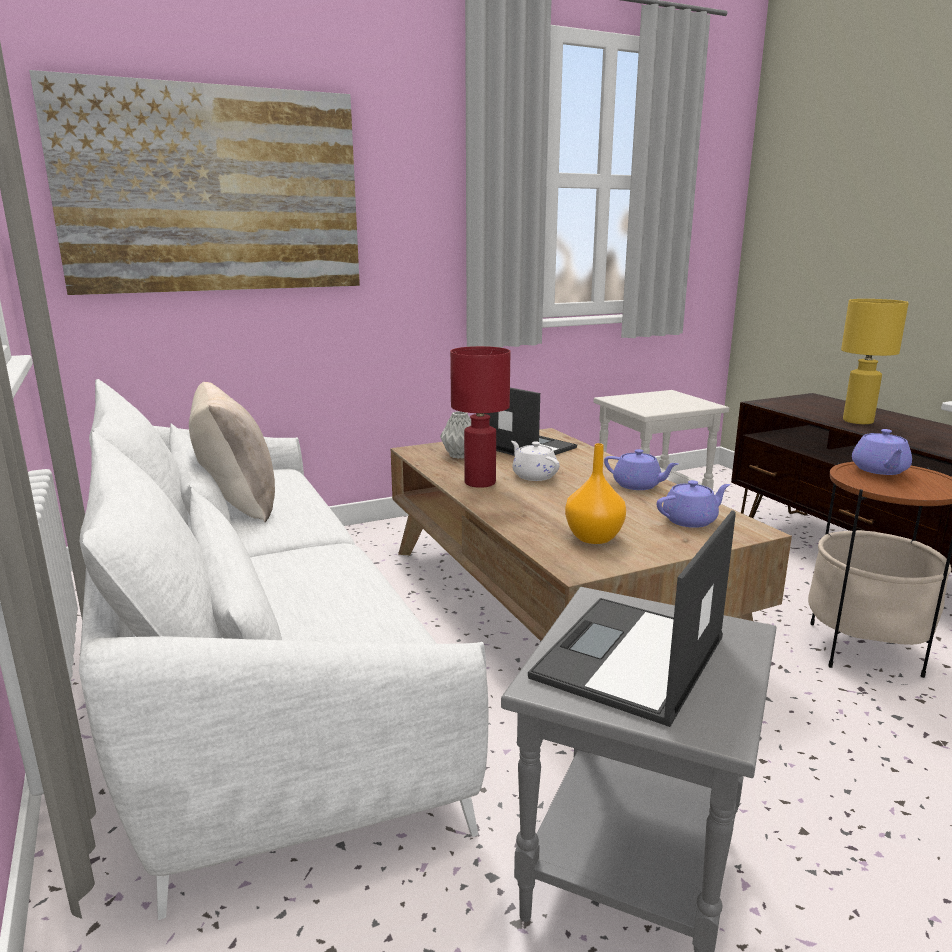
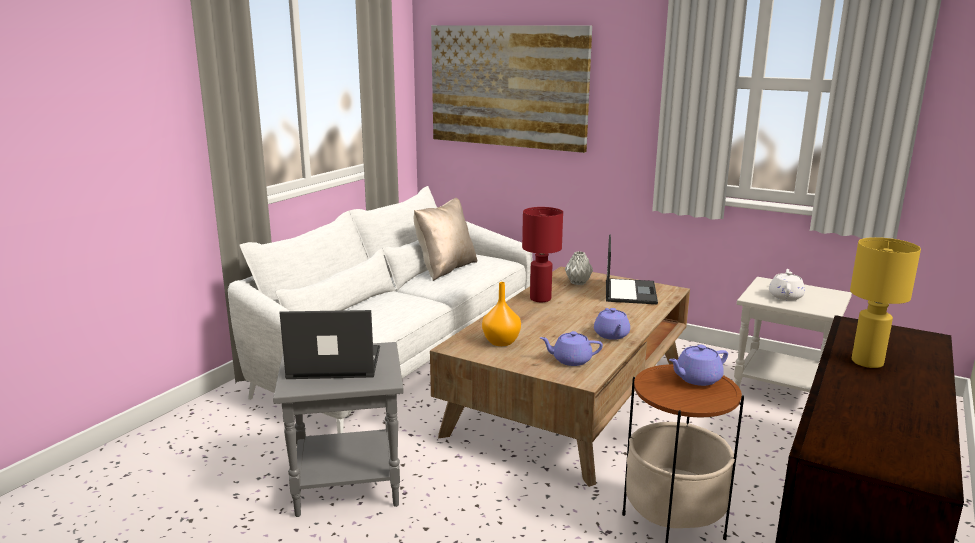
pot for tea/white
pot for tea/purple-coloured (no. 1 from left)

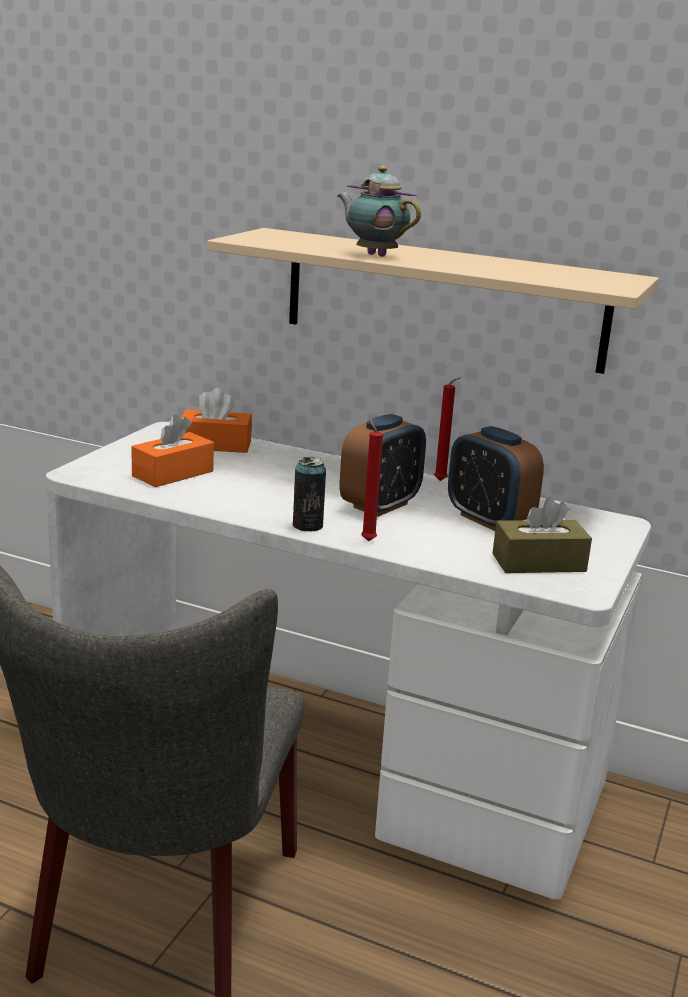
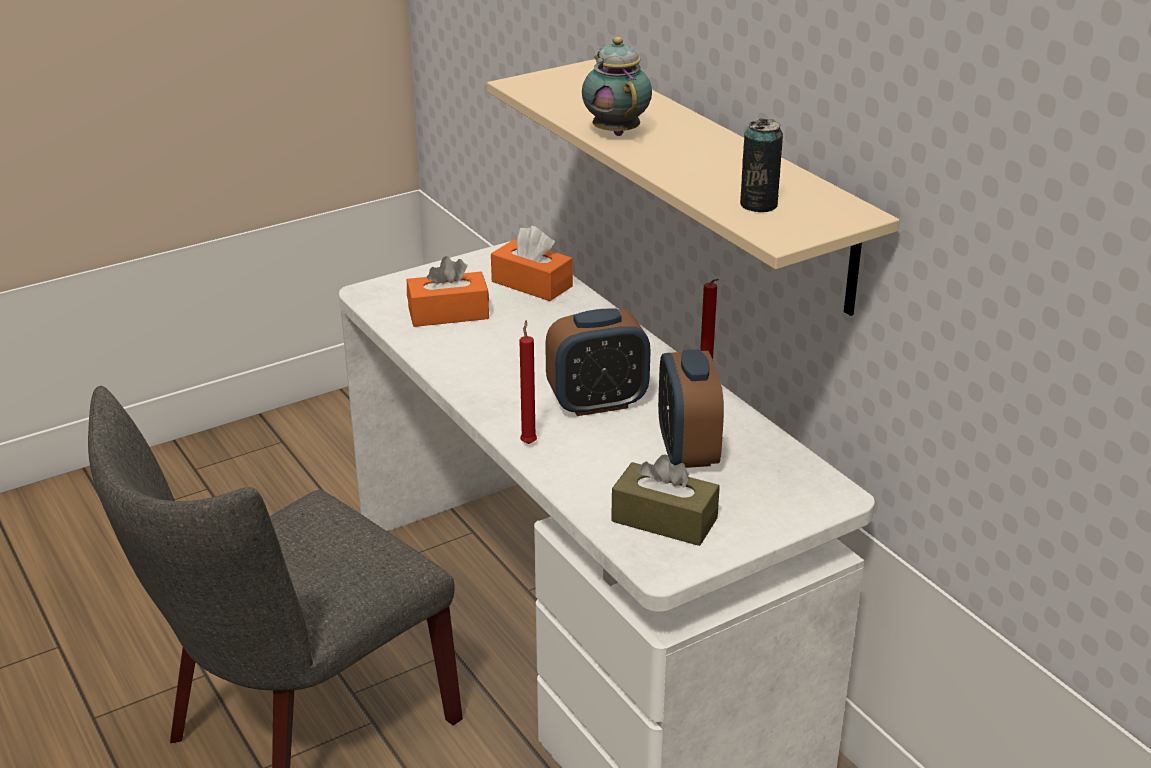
can

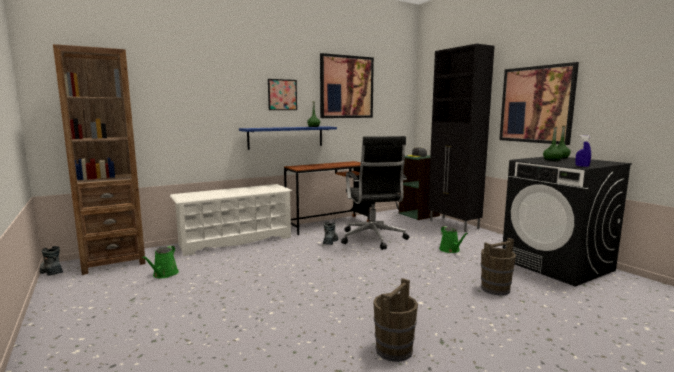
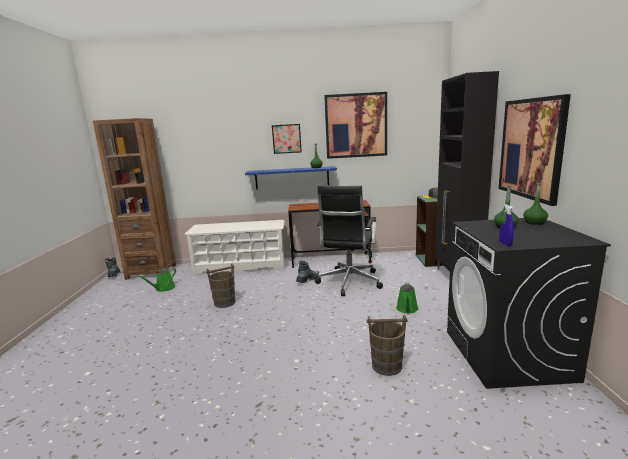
pail/brownish (no. 1 from left)

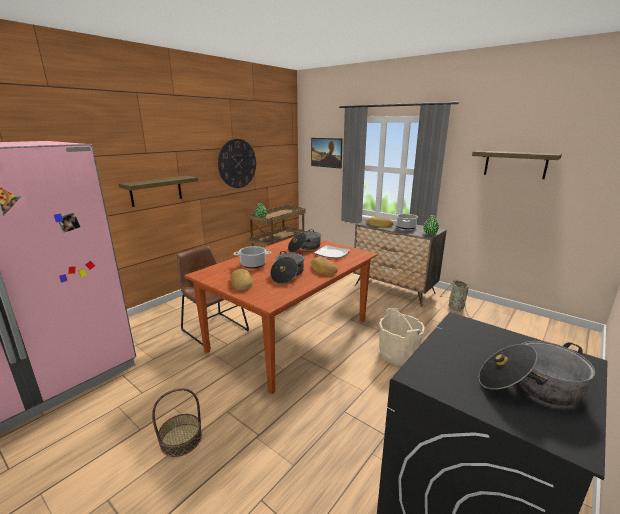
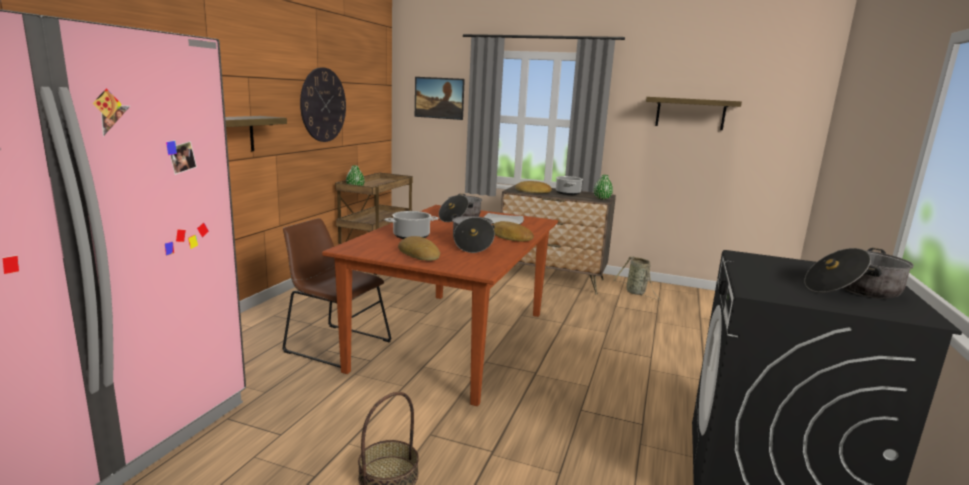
pail/sand-coloured

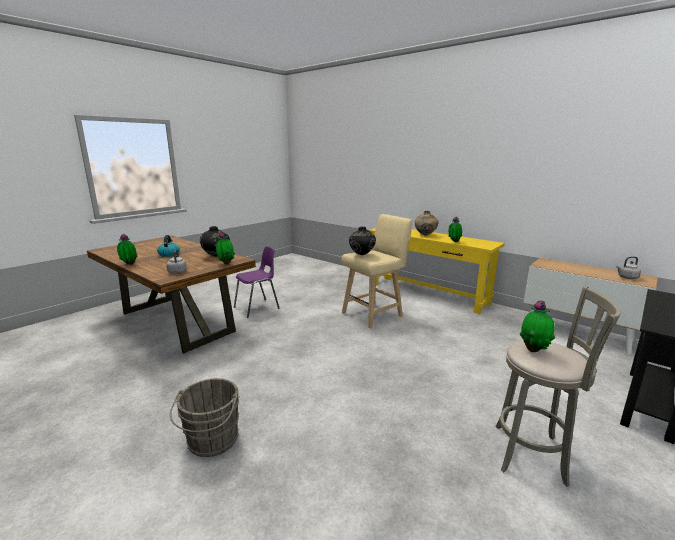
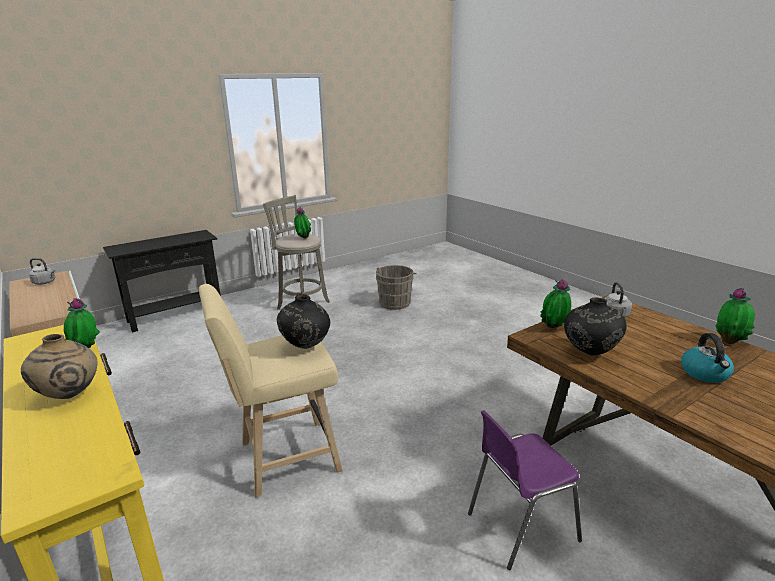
pail/greyish

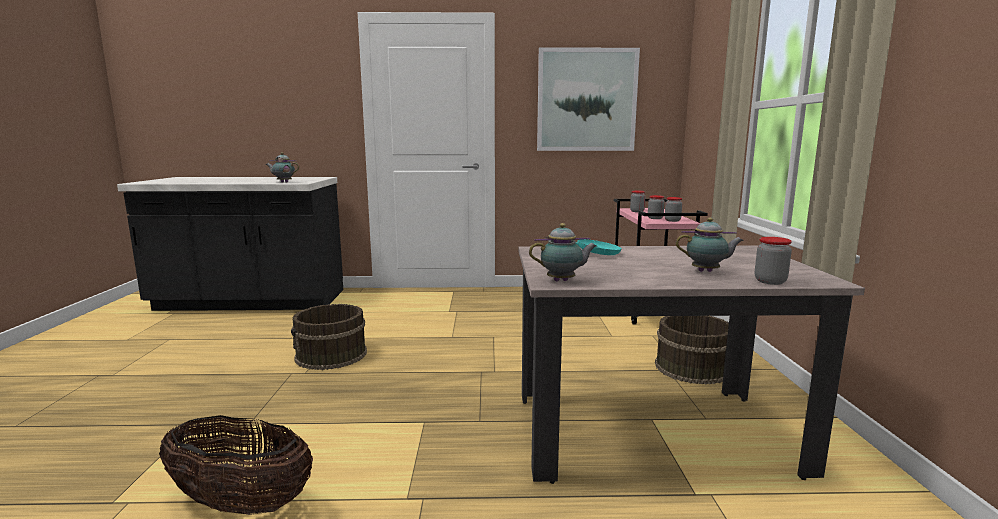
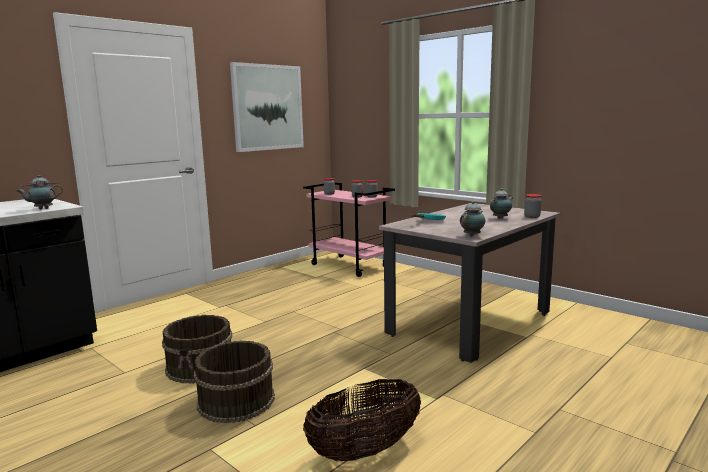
pail/brownish (no. 2 from left)

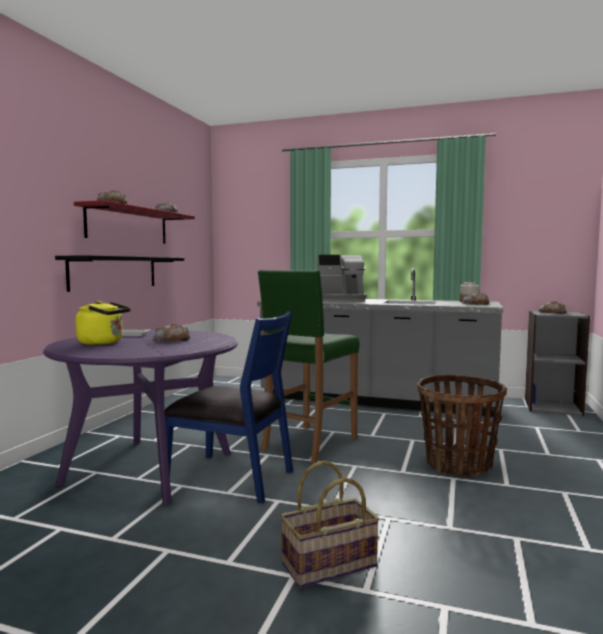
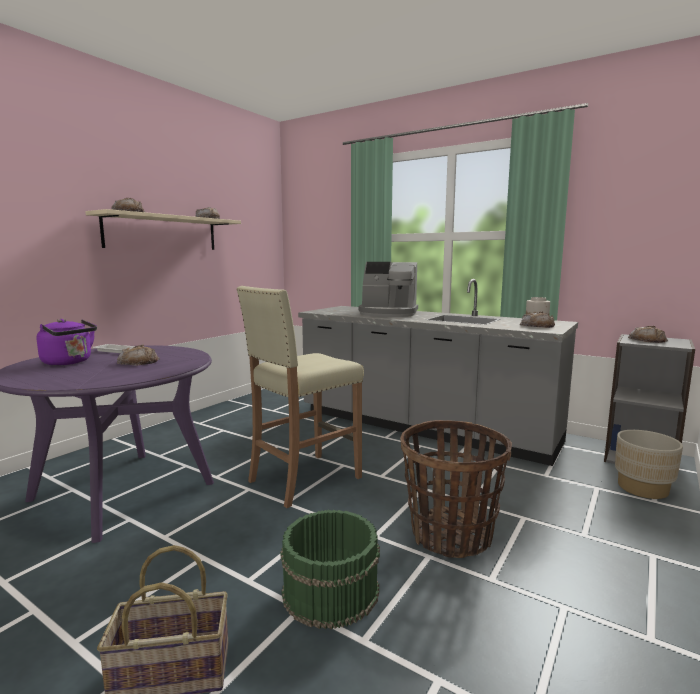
bracket shelf/black
bracket shelf/sand-coloured
kettle/purple-coloured
chair/bluish
stool seat/sand-coloured
pail/green
plant pot/sand-coloured

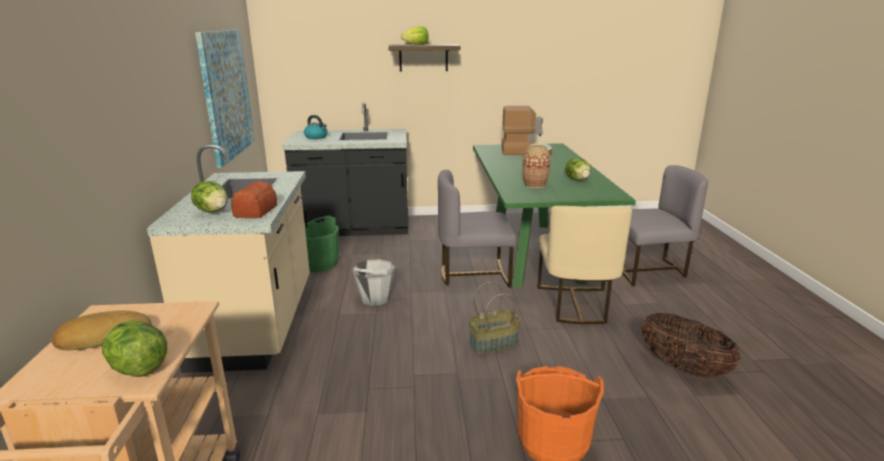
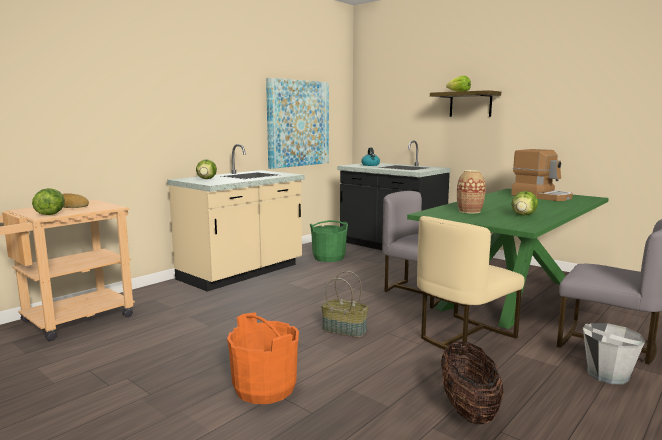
baked bread (no. 2 from left in the first image)
pail/greyish

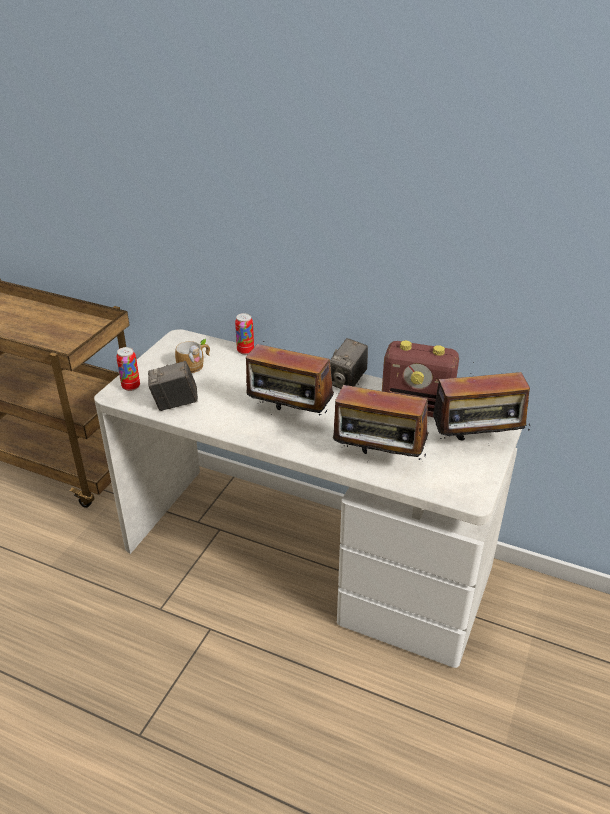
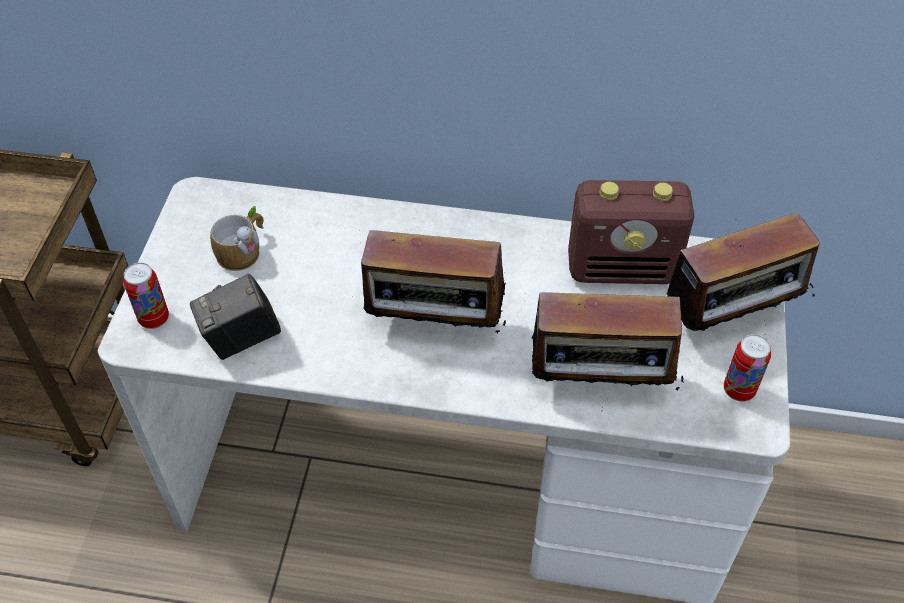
can (no. 2 from left)
still camera (no. 2 from left in the first image)

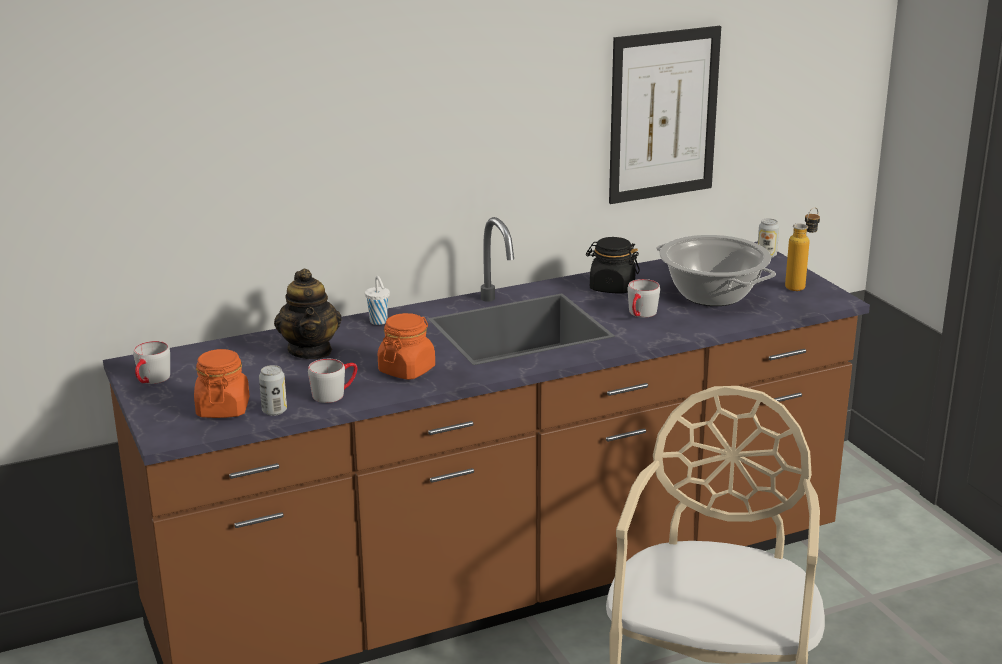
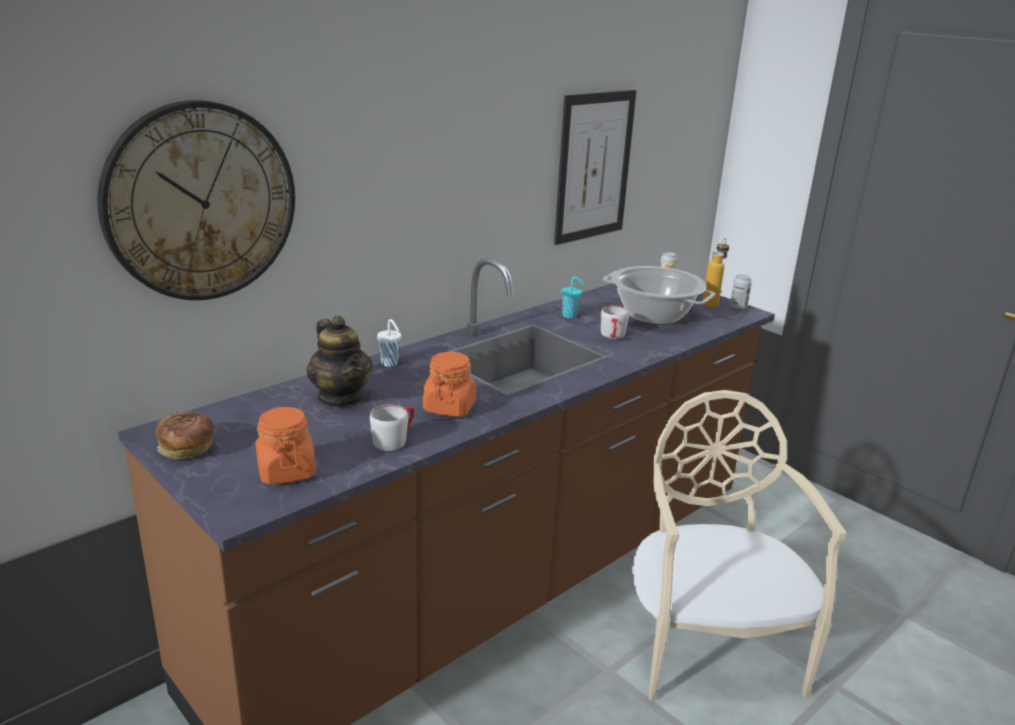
baked bread
can (no. 2 from left)
drinking cup/turquoise-coloured
wall clock

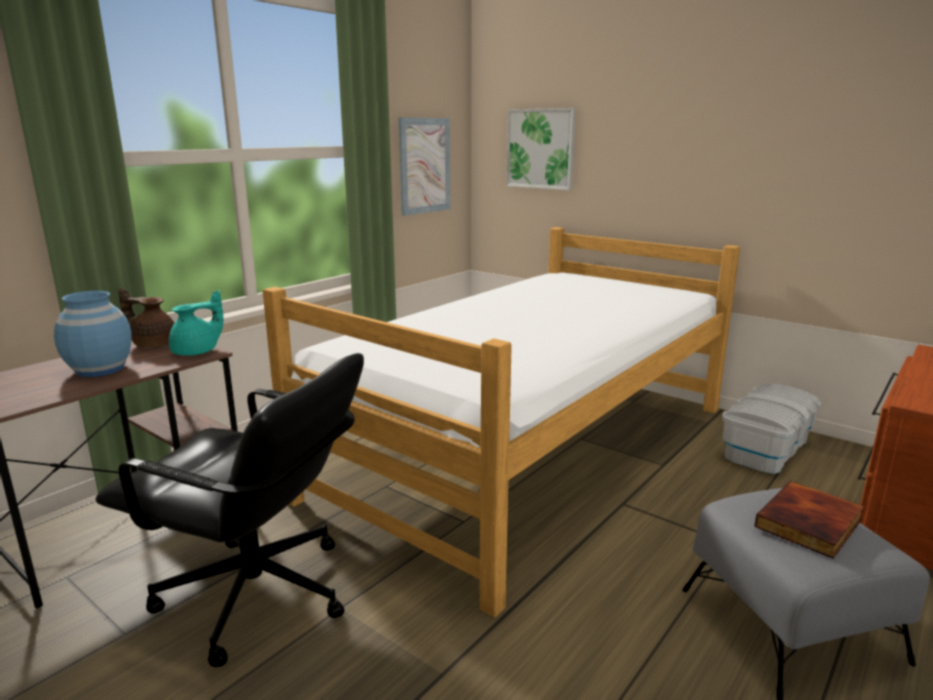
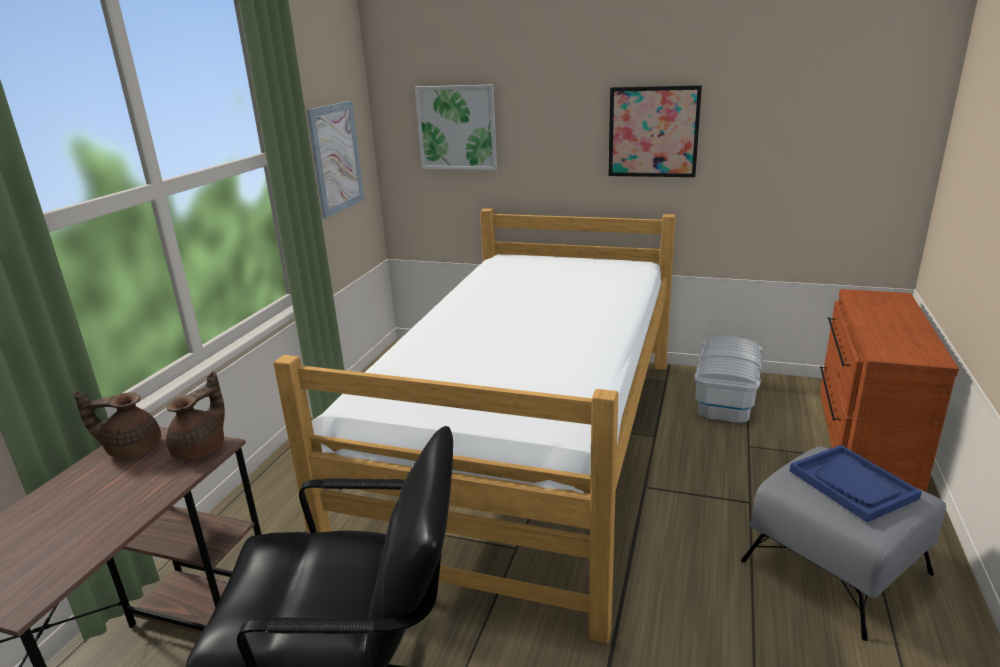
flower vase/bluish
pot for tea/brownish (no. 2 from left)
carrying tray/bluish
picture (no. 3 from left)

